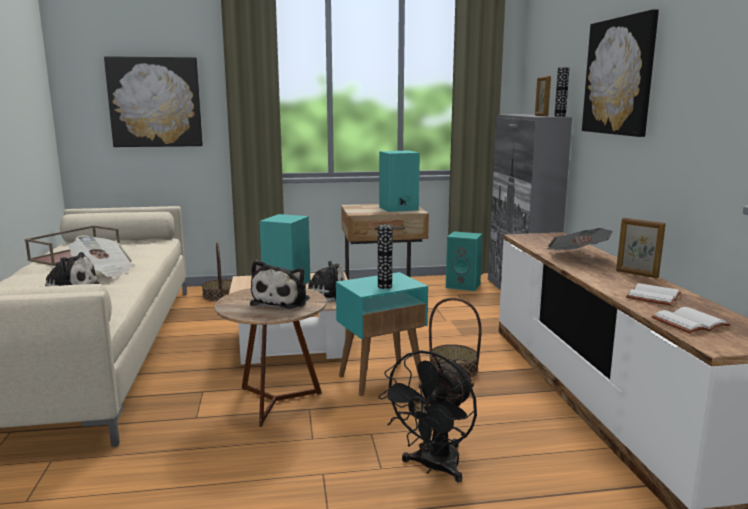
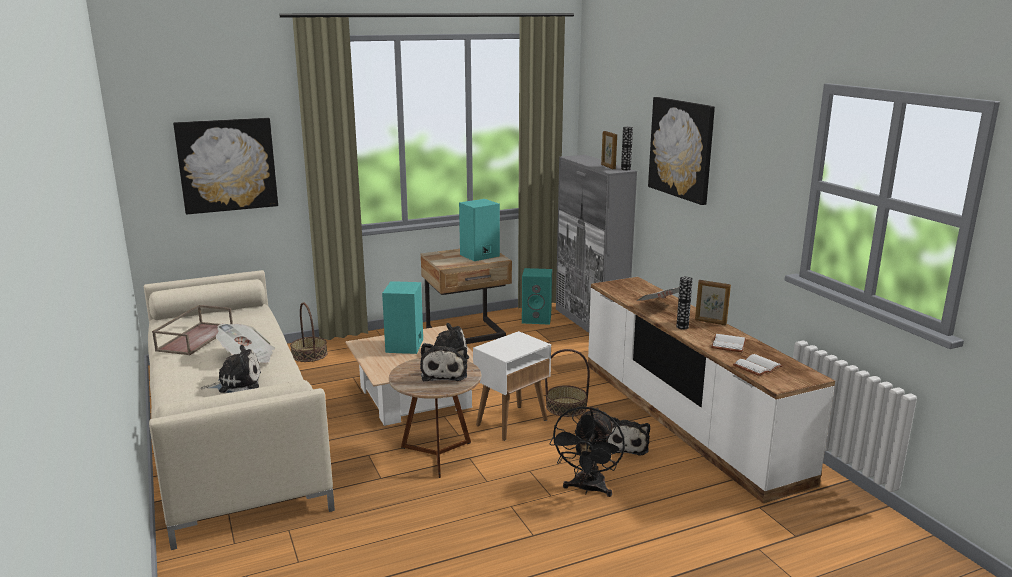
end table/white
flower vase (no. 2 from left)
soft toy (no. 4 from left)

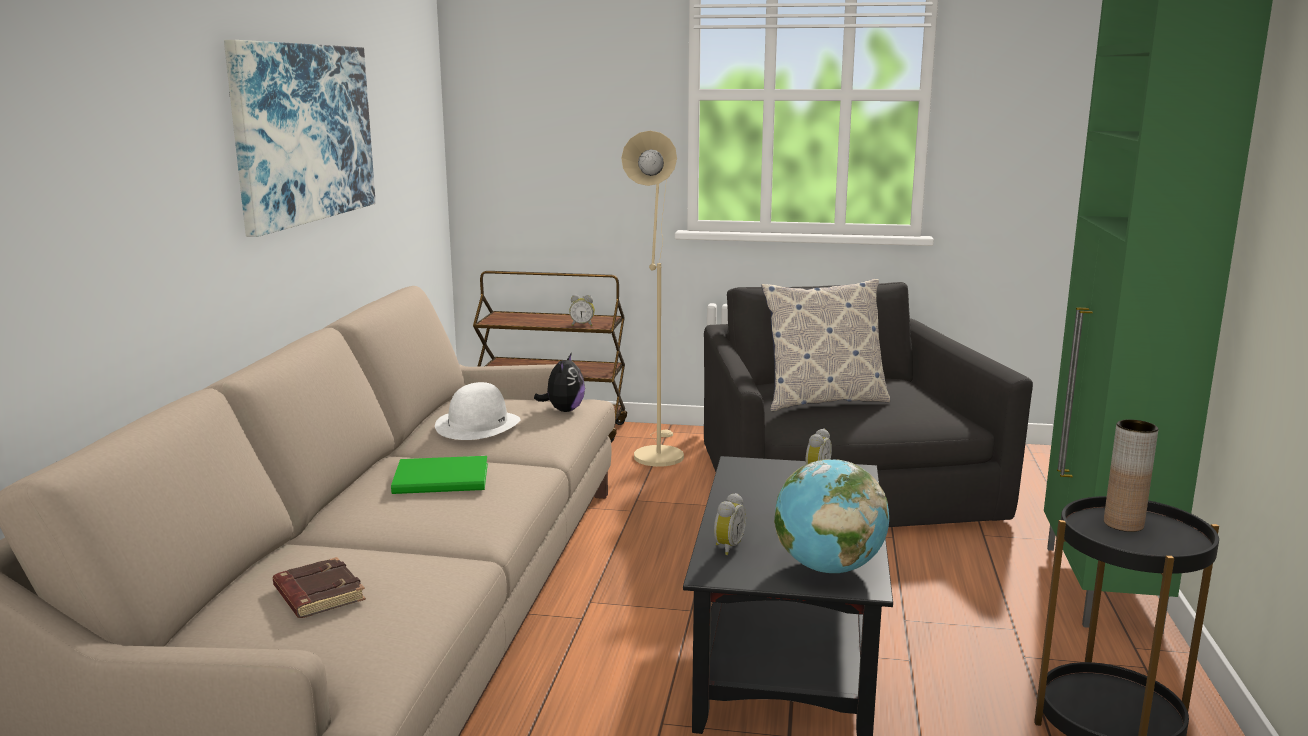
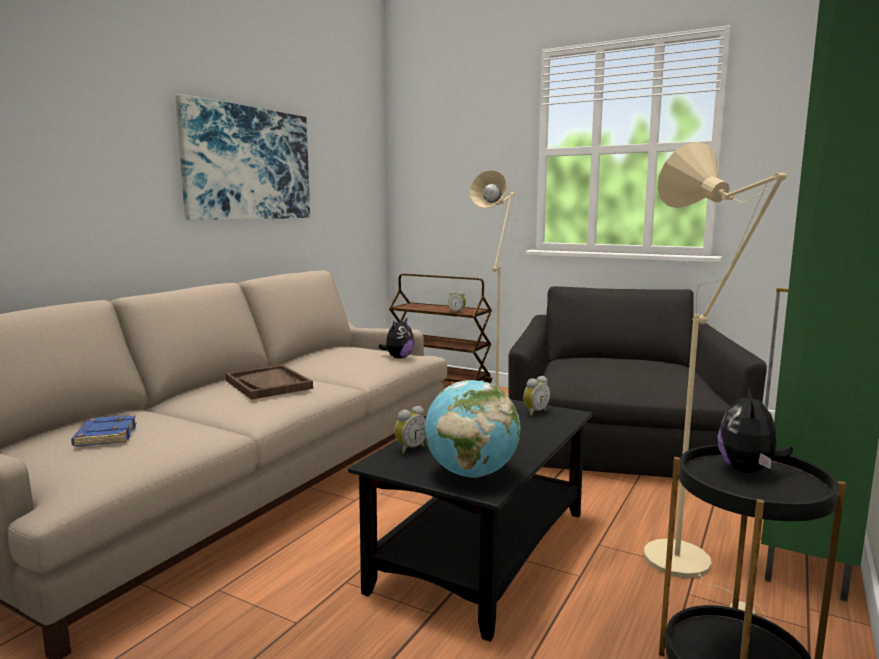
book/bluish
carrying tray/brownish
clothing hat/white
pillow
soft toy (no. 2 from left)
standard lamp/sand-coloured (no. 2 from left)

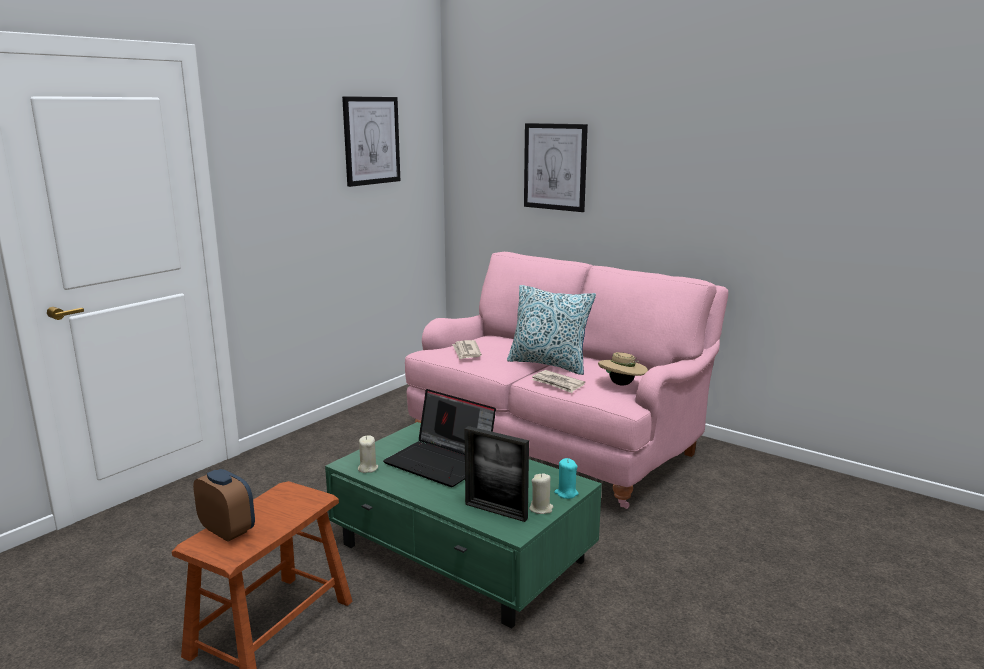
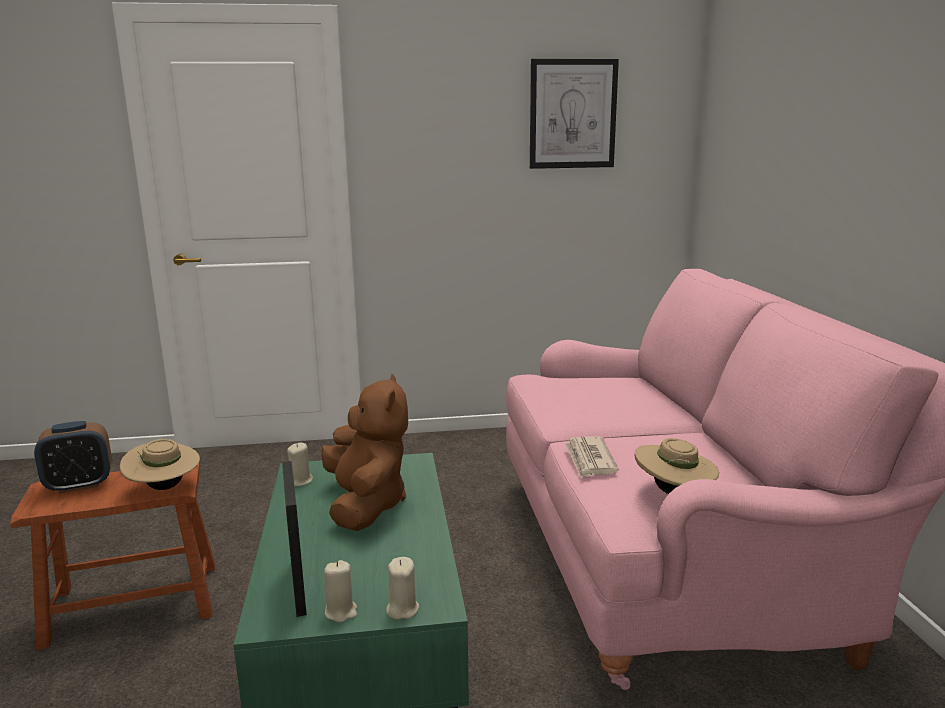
table clock
soft toy/brownish
newspaper (no. 1 from left in the first image)
pillow
picture (no. 2 from left in the first image)
candle/sand-coloured (no. 3 from left)
clothing hat/sand-coloured (no. 1 from left)

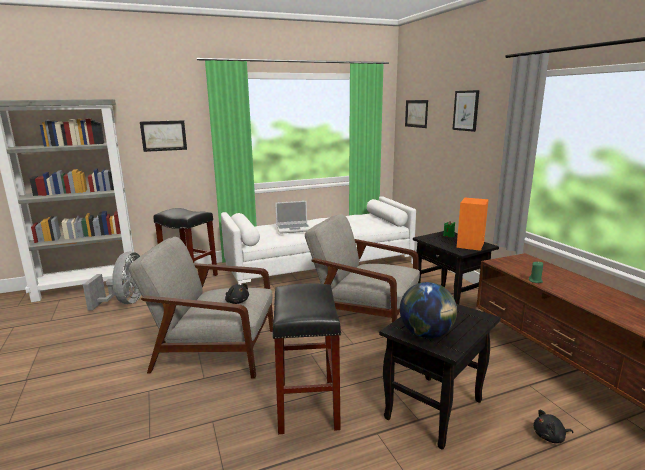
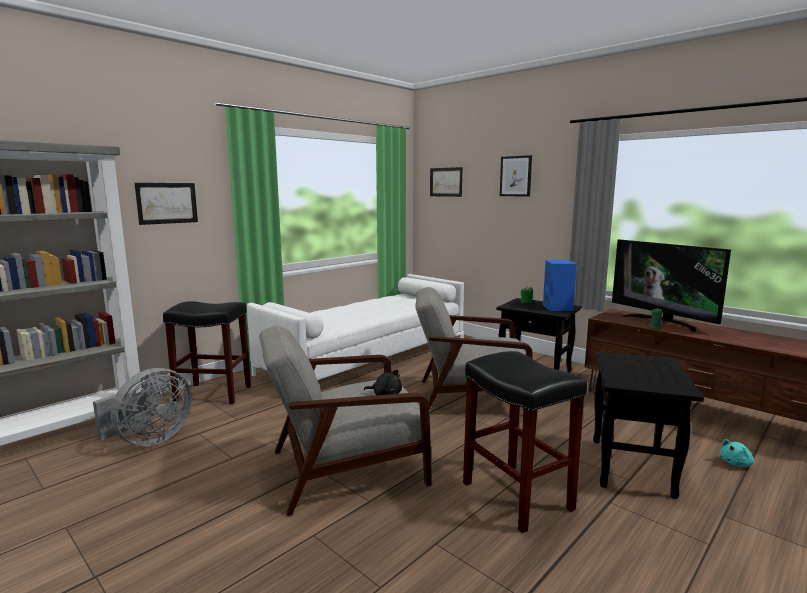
fan/greyish
laptop
desk globe
audio speaker/bluish
soft toy/turquoise-coloured
TV set

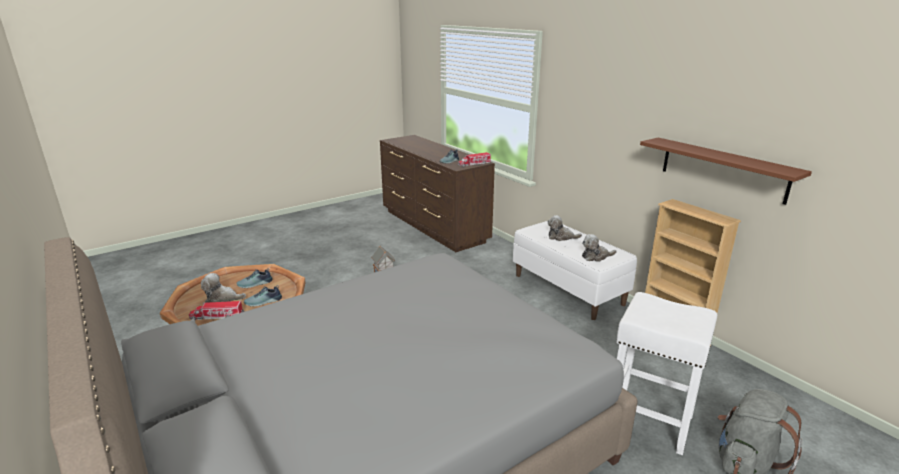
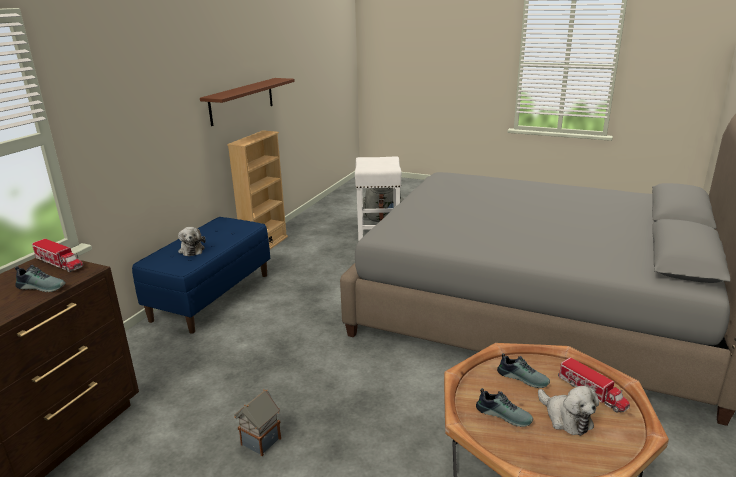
indoor bench/bluish
soft toy (no. 3 from left in the first image)

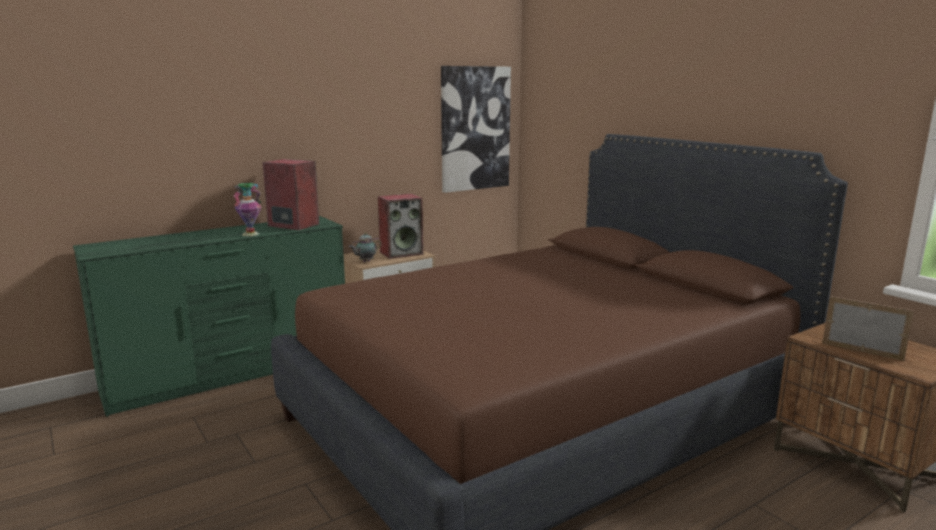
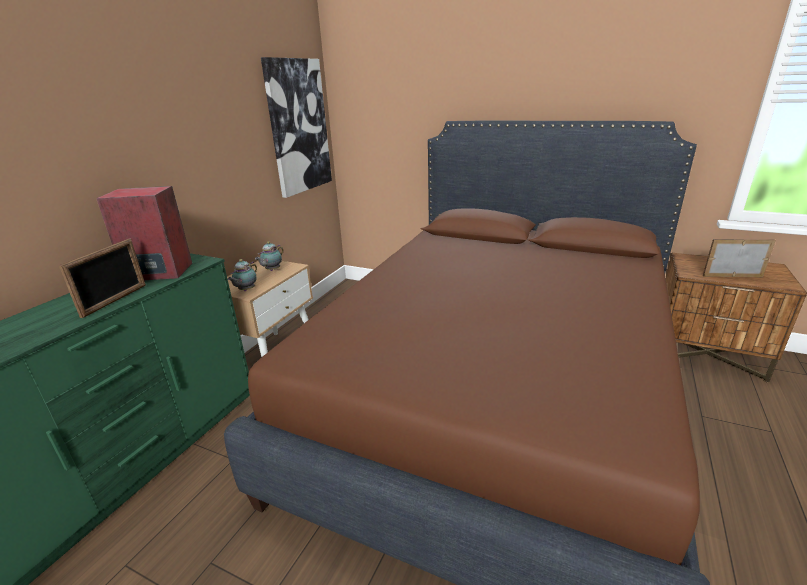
standing frame (no. 1 from left)
pot for tea (no. 2 from left)

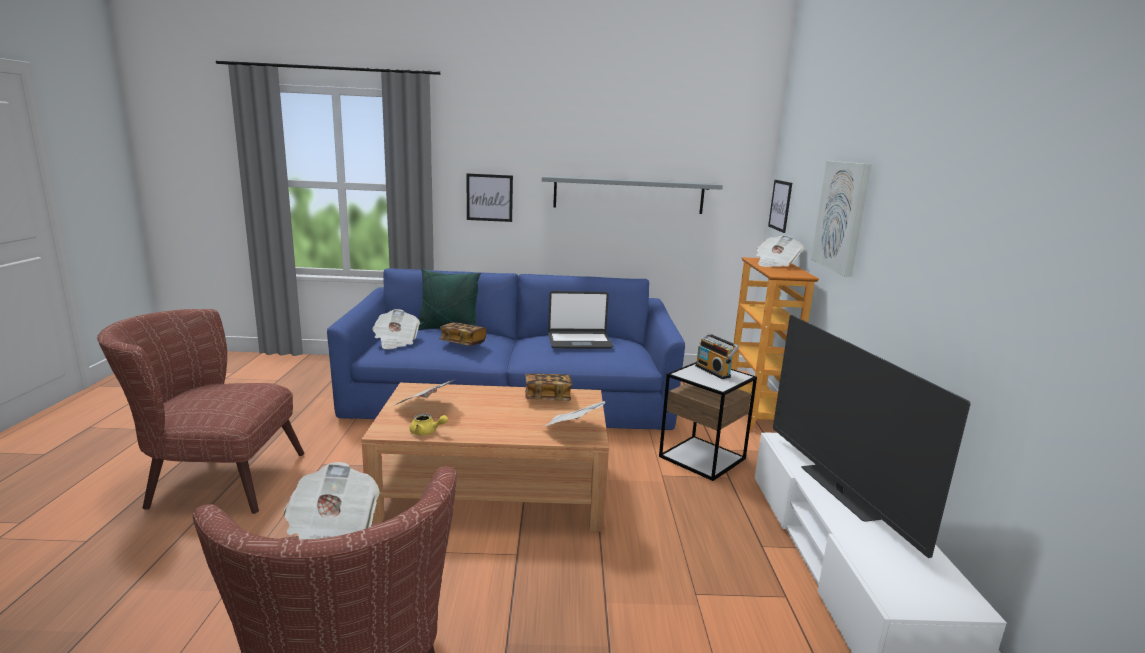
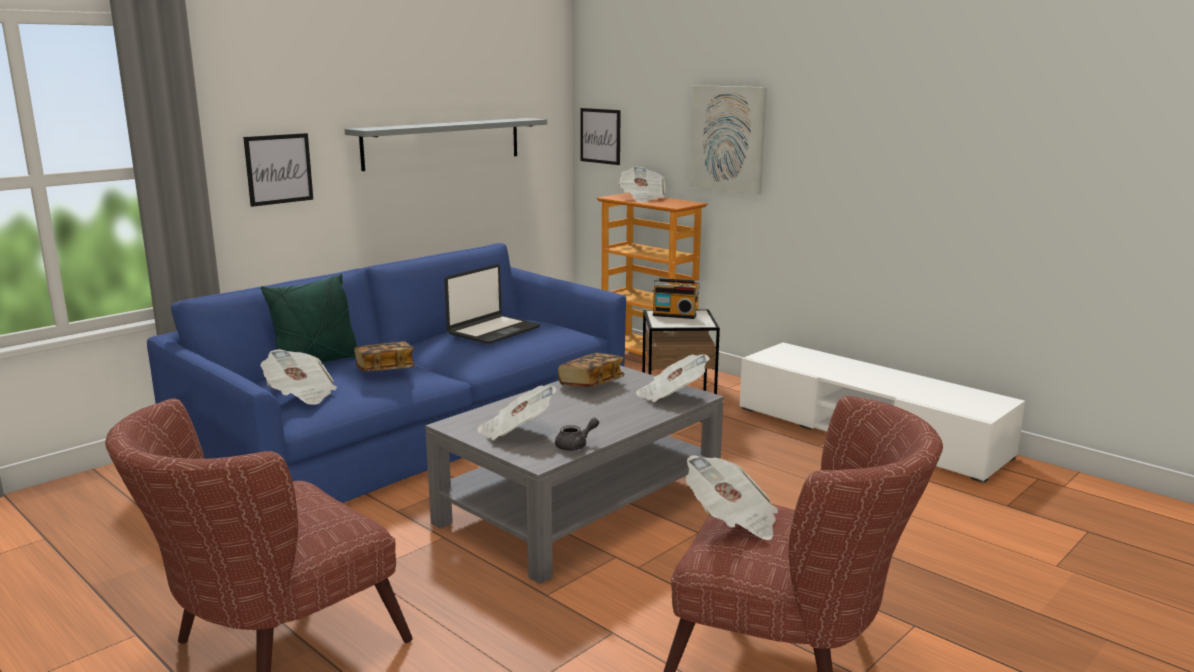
lounge table/greyish
pot for tea/greyish
TV set

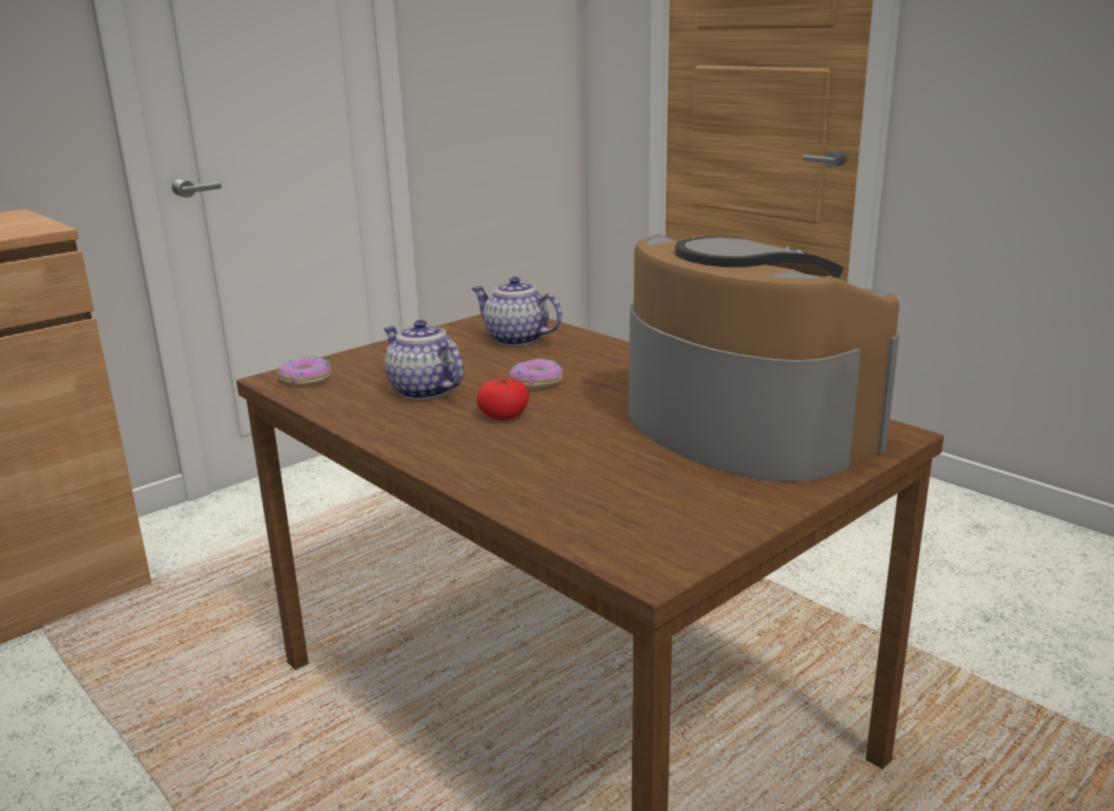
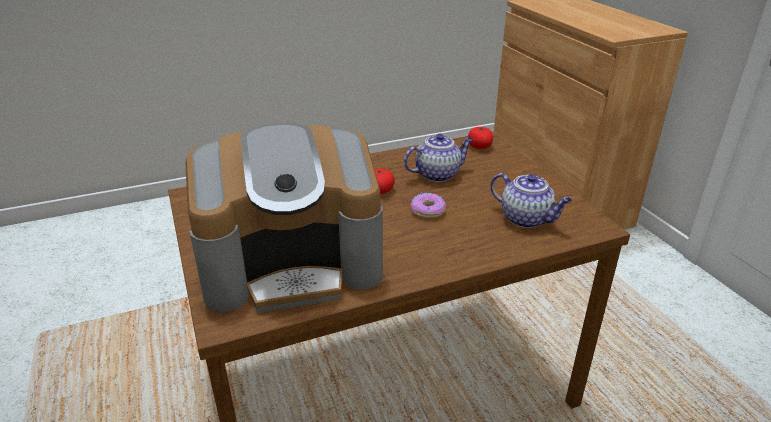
whole tomato (no. 2 from left)
pot for tea (no. 2 from left)

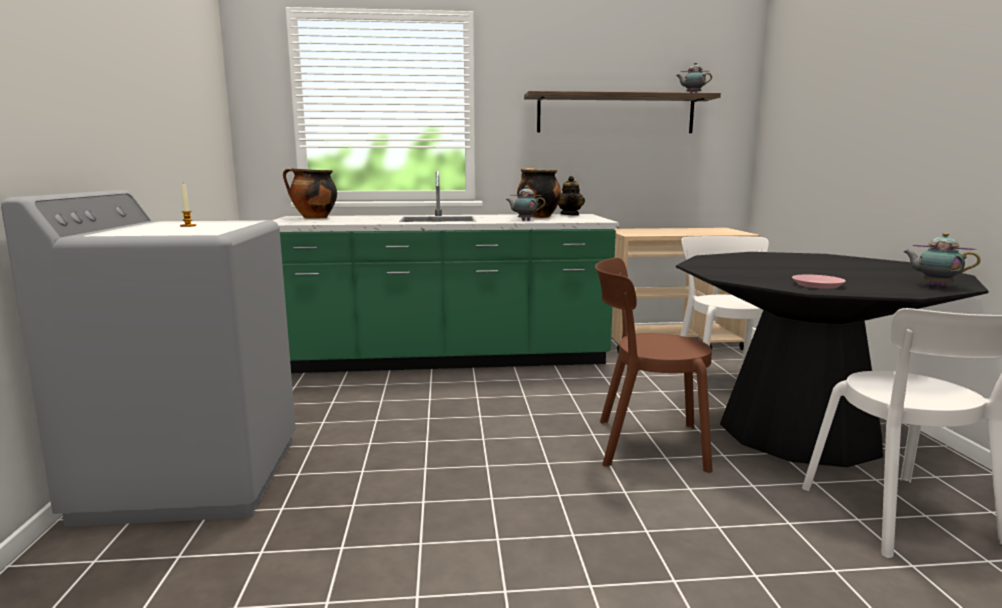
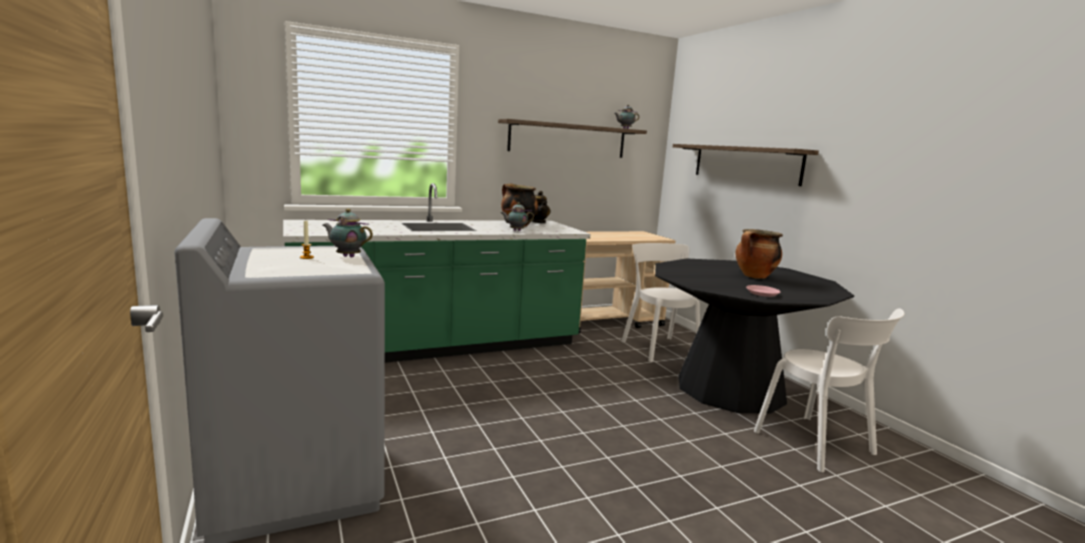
cooking pot (no. 2 from left)
chair/brownish
pot for tea (no. 1 from left)
bracket shelf (no. 2 from left)

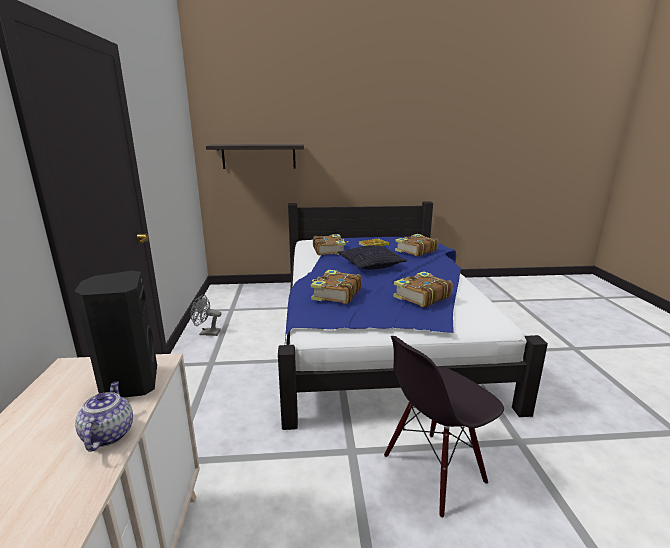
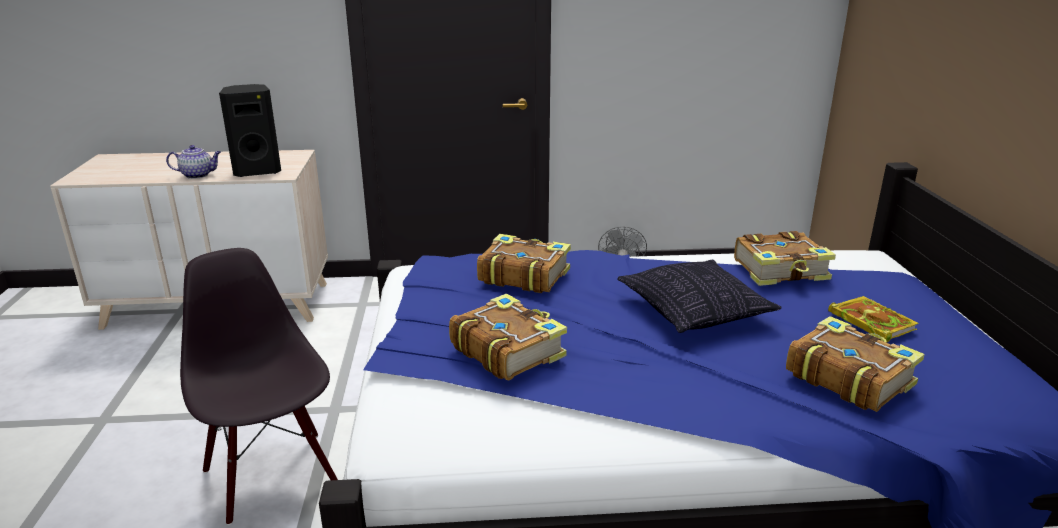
bracket shelf

